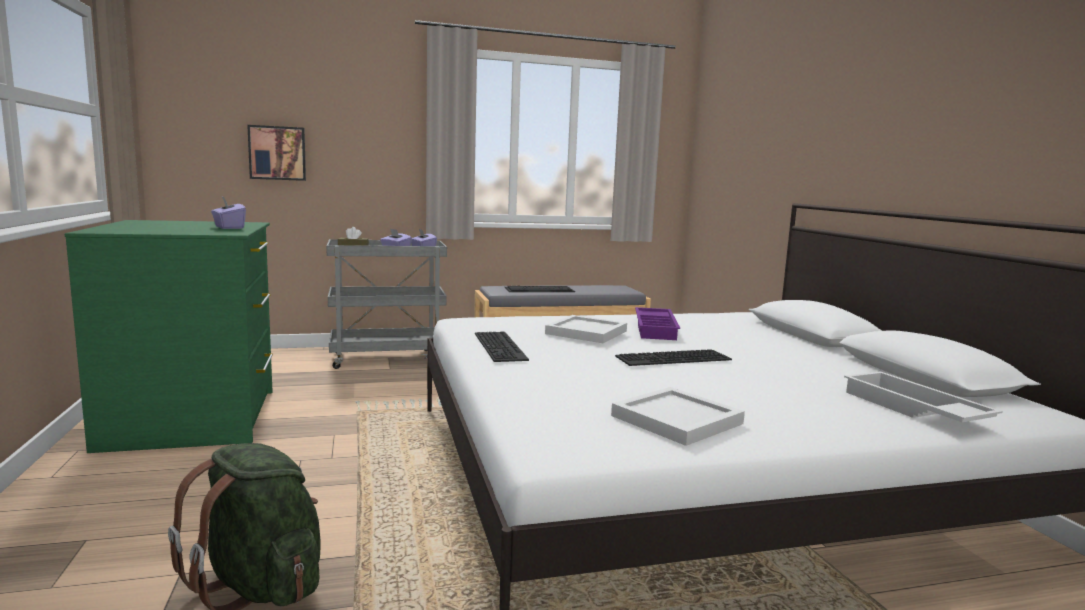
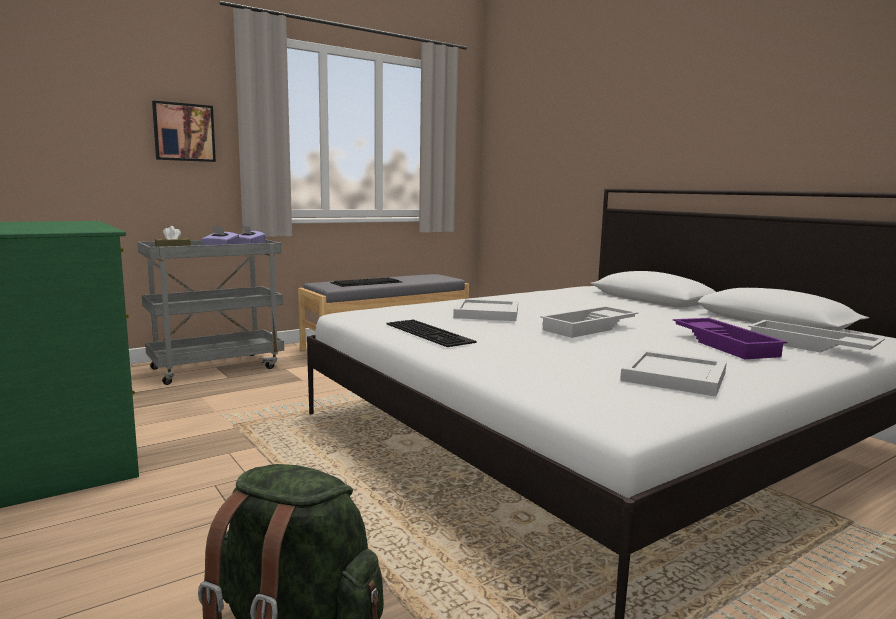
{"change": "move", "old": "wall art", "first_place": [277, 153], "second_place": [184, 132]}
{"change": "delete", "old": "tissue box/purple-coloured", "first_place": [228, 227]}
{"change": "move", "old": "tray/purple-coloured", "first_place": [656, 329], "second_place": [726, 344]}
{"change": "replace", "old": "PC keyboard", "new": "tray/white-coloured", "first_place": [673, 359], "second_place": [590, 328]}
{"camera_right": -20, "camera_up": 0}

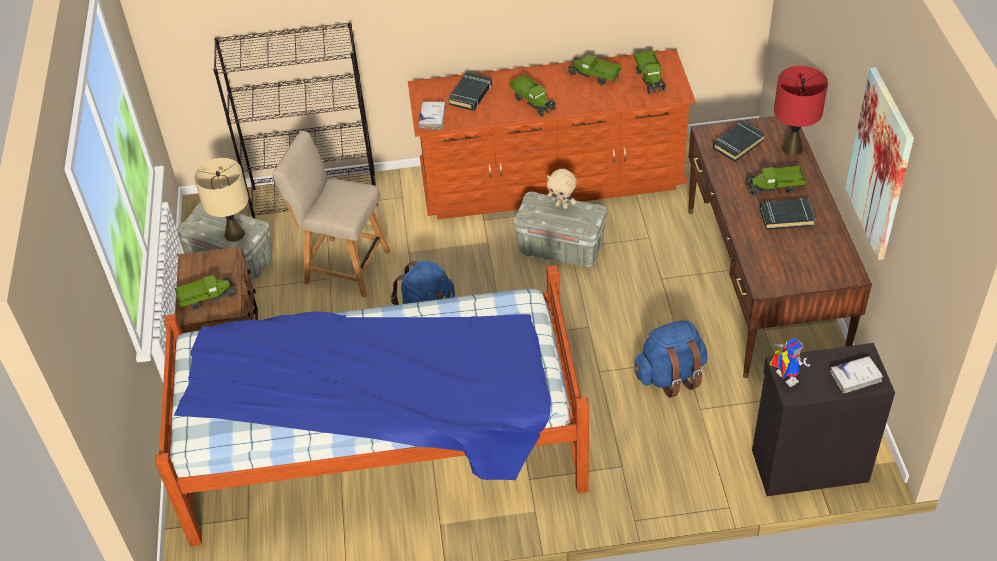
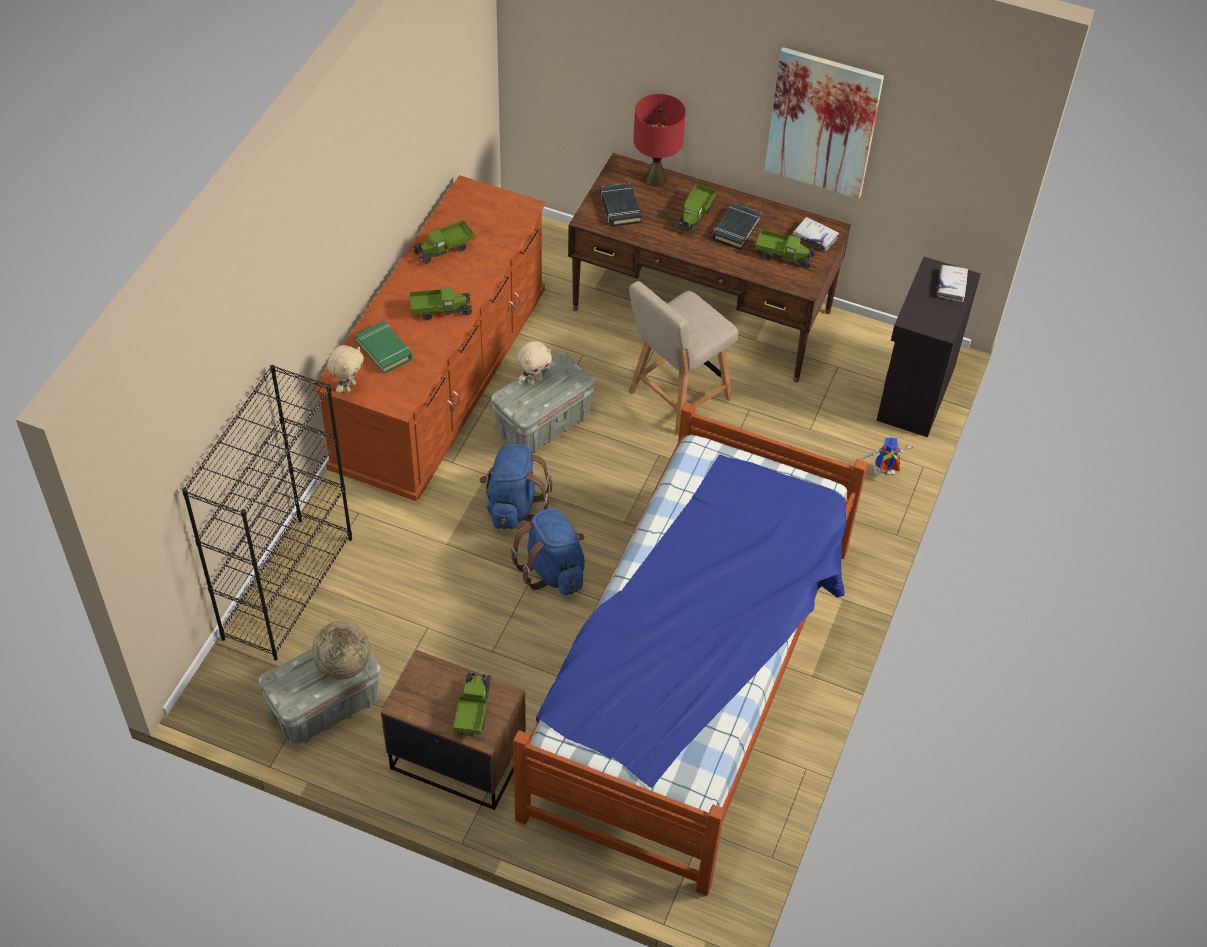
{"change": "move", "old": "toy truck", "first_place": [650, 78], "second_place": [783, 255]}
{"change": "recolor", "old": "book/black-coloured", "new": "book/green", "first_place": [471, 94], "second_place": [384, 350]}
{"change": "move", "old": "book/white-coloured", "first_place": [432, 118], "second_place": [815, 237]}
{"change": "move", "old": "plain chair/sand-coloured", "first_place": [343, 266], "second_place": [676, 398]}
{"change": "replace", "old": "tabletop lamp/sand-coloured", "new": "desk globe", "first_place": [234, 234], "second_place": [343, 665]}
{"change": "move", "old": "backpack/blue", "first_place": [670, 376], "second_place": [513, 506]}
{"change": "move", "old": "model robot", "first_place": [782, 377], "second_place": [882, 474]}
{"change": "insert", "new": "soft toy/sand-coloured", "second_place": [348, 387]}
{"camera_right": -65, "camera_up": 5}

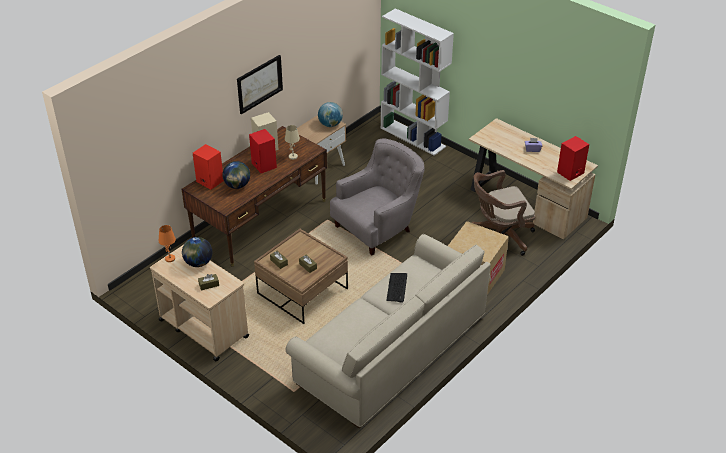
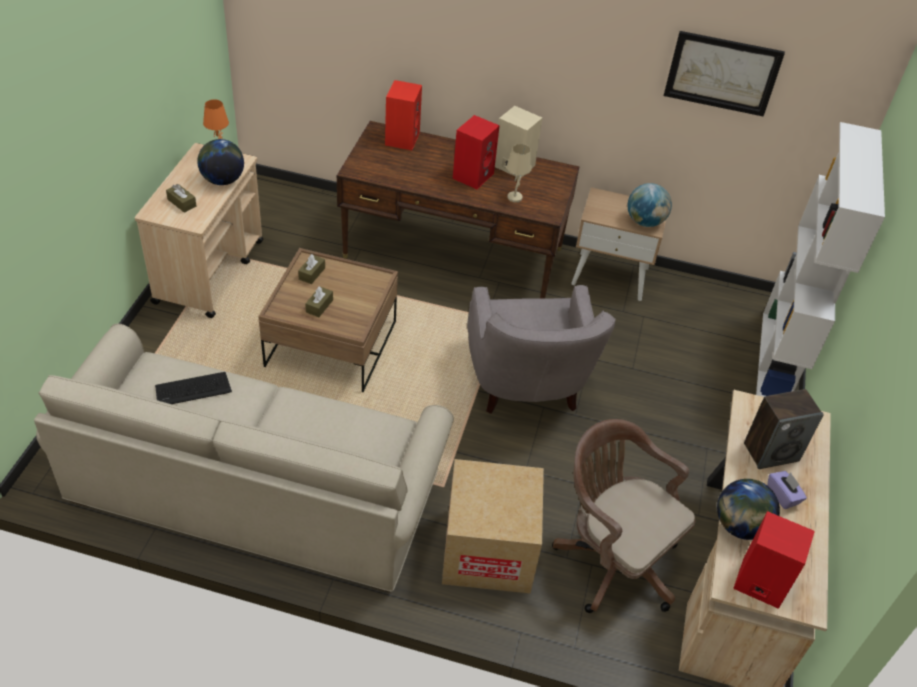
{"change": "move", "old": "wall art", "first_place": [259, 84], "second_place": [722, 73]}
{"change": "rotate", "old": "easy chair/greyish", "first_place": [378, 227], "second_place": [526, 385], "degrees": 60}
{"change": "move", "old": "desk globe", "first_place": [237, 185], "second_place": [739, 526]}
{"change": "move", "old": "PC keyboard", "first_place": [397, 287], "second_place": [193, 390]}
{"change": "insert", "new": "audio speaker", "second_place": [771, 452]}
{"camera_right": 60, "camera_up": 5}

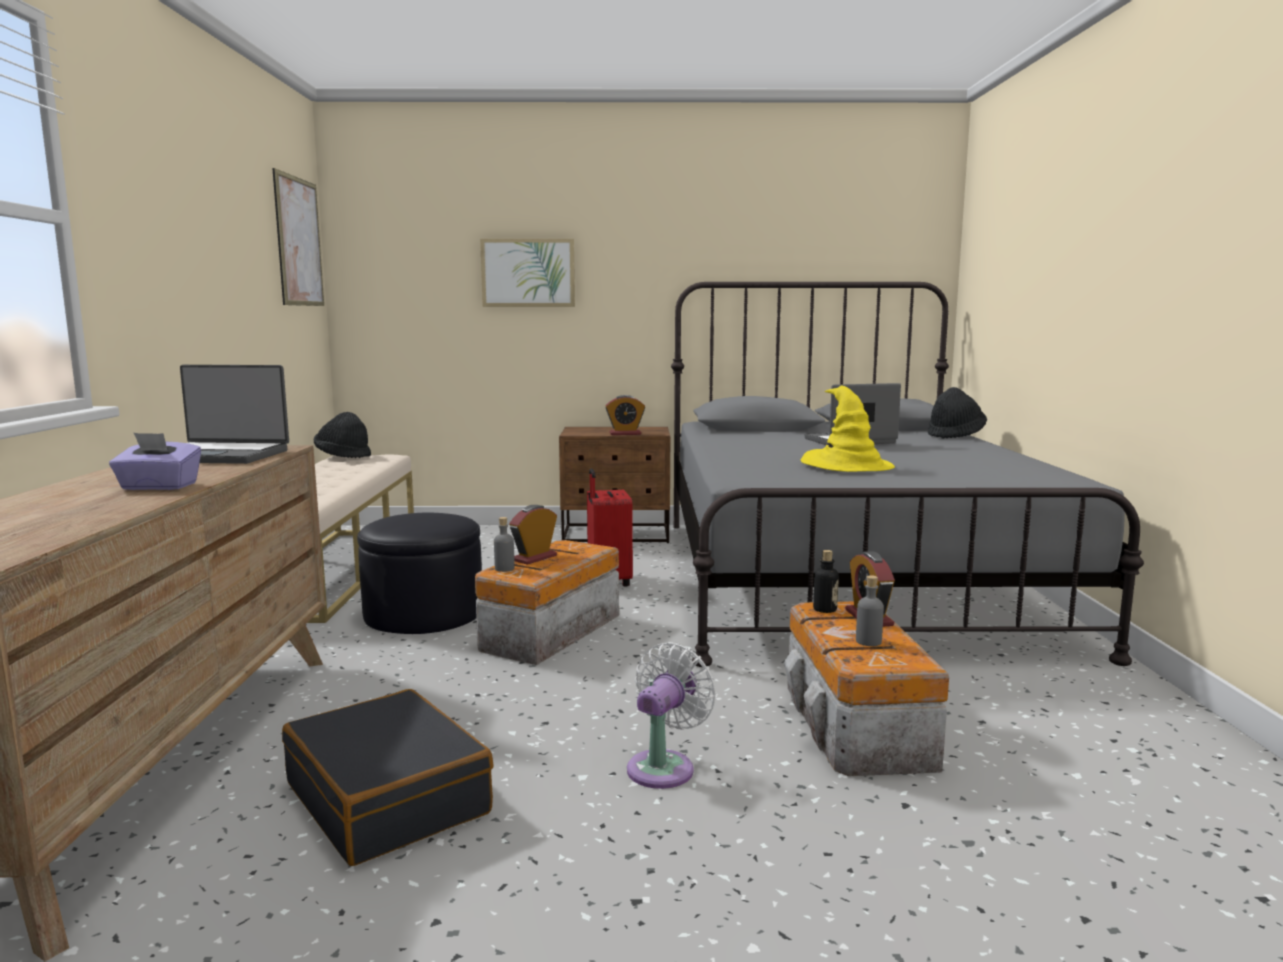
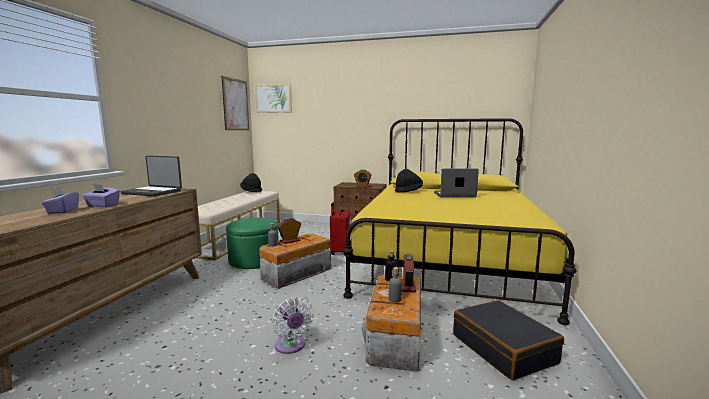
{"change": "move", "old": "wall art", "first_place": [528, 273], "second_place": [273, 98]}
{"change": "recolor", "old": "bedroom bed/greyish", "new": "bedroom bed/yellowish", "first_place": [844, 579], "second_place": [448, 261]}
{"change": "delete", "old": "hat/yellowish", "first_place": [847, 466]}
{"change": "move", "old": "hat/black-coloured", "first_place": [955, 435], "second_place": [408, 191]}
{"change": "recolor", "old": "ottoman/black-coloured", "new": "ottoman/green", "first_place": [423, 614], "second_place": [254, 260]}
{"change": "rotate", "old": "electric fan/white-coloured", "first_place": [664, 766], "second_place": [291, 346], "degrees": 105}
{"change": "move", "old": "piece of luggage/black-coloured", "first_place": [388, 798], "second_place": [503, 348]}
{"change": "insert", "new": "tissue box/purple-coloured", "second_place": [62, 211]}
{"camera_right": 15, "camera_up": 0}

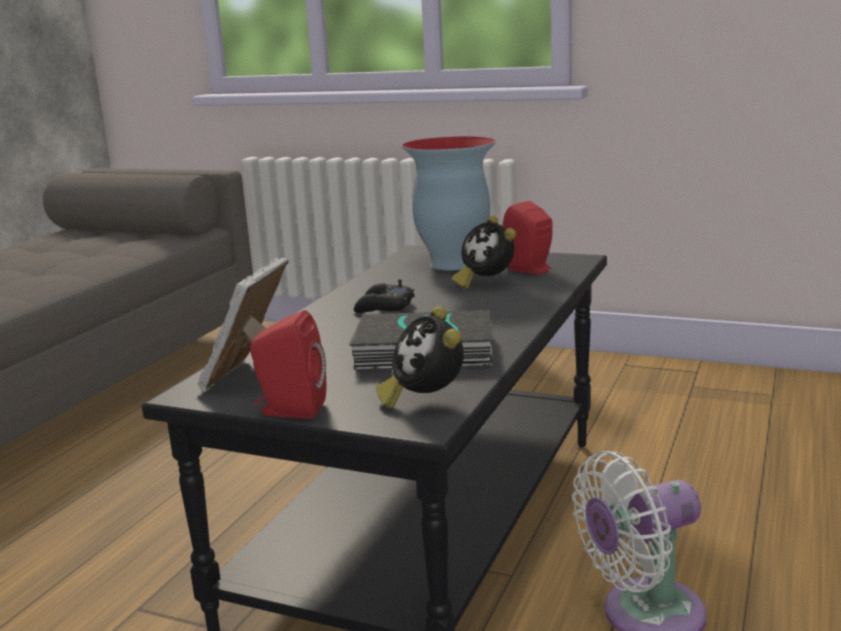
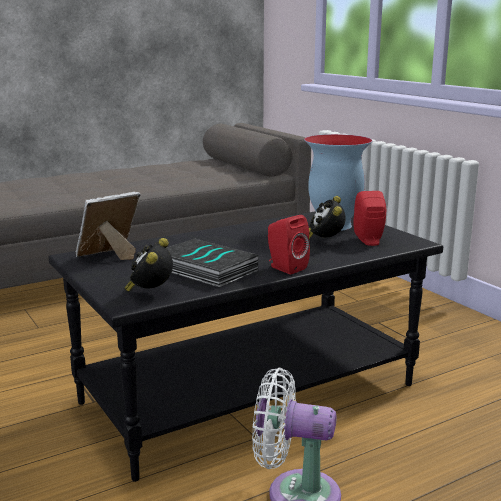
{"change": "delete", "old": "joypad/black-coloured", "first_place": [383, 307]}
{"change": "move", "old": "audio speaker/red-coloured", "first_place": [289, 410], "second_place": [285, 268]}
{"camera_right": 35, "camera_up": 0}

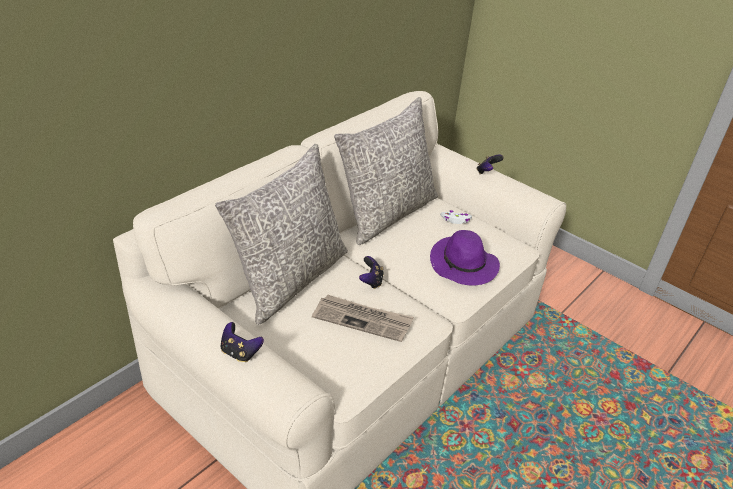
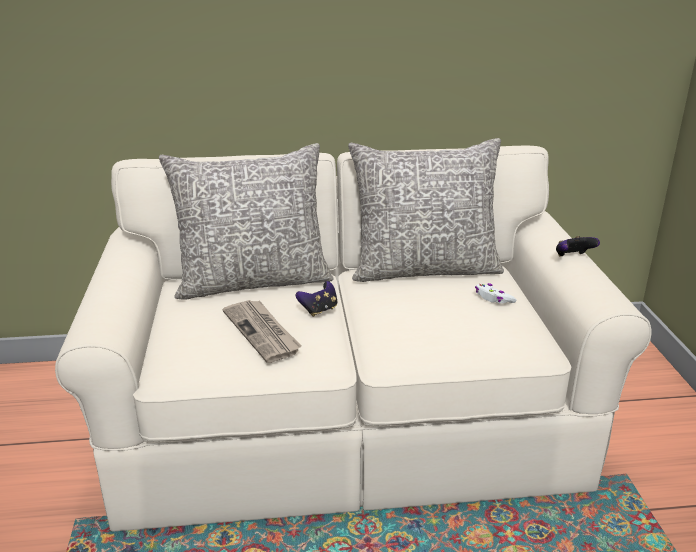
{"change": "delete", "old": "hat/purple-coloured", "first_place": [464, 265]}
{"change": "delete", "old": "joypad", "first_place": [240, 353]}
{"camera_right": 45, "camera_up": -10}

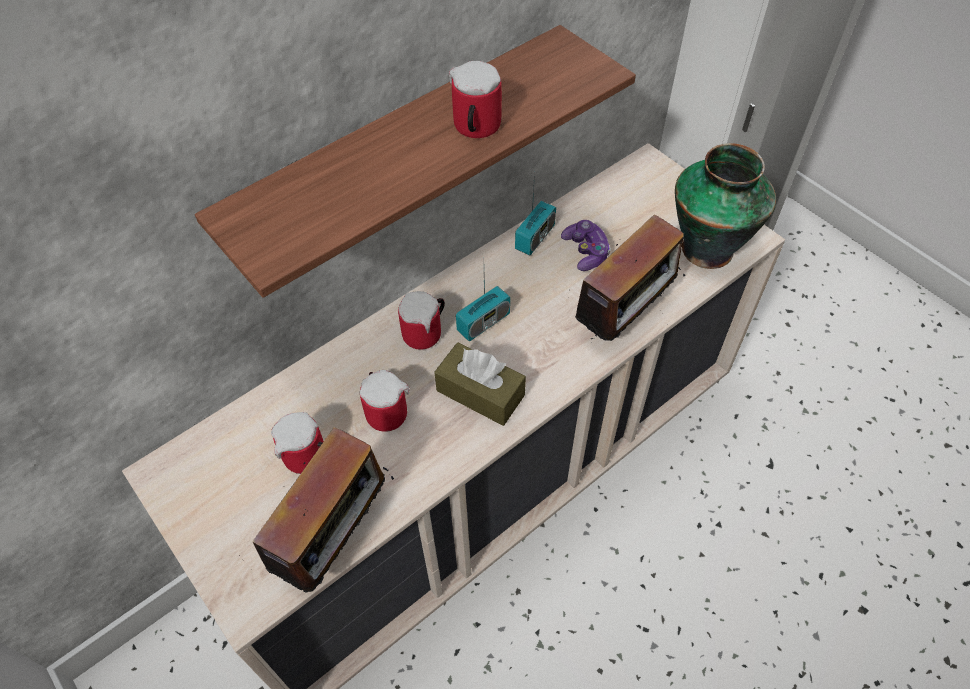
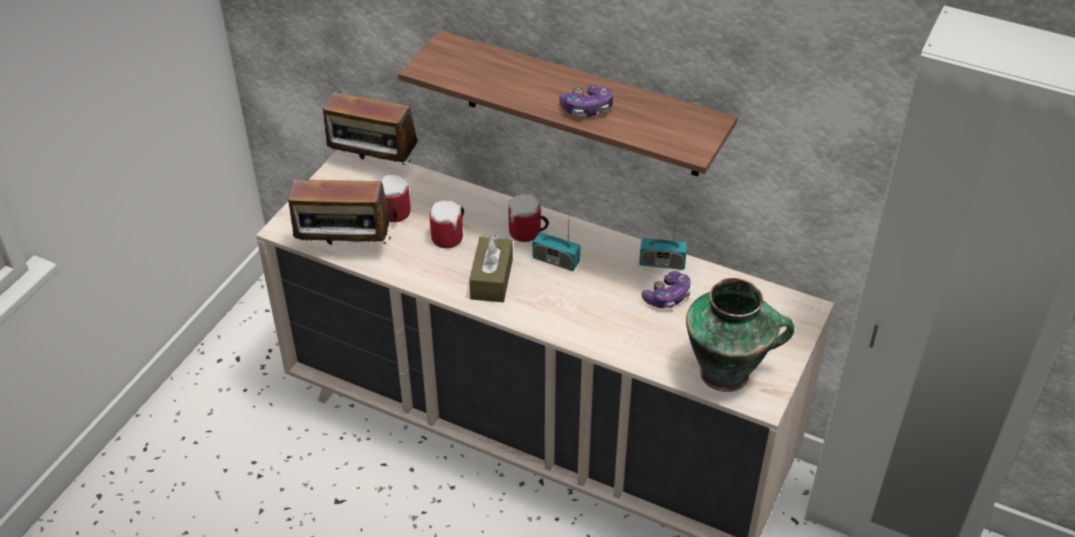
{"change": "replace", "old": "coffee mug", "new": "joypad", "first_place": [474, 128], "second_place": [587, 109]}
{"change": "move", "old": "radio receiver", "first_place": [624, 317], "second_place": [373, 165]}
{"camera_right": 65, "camera_up": -10}

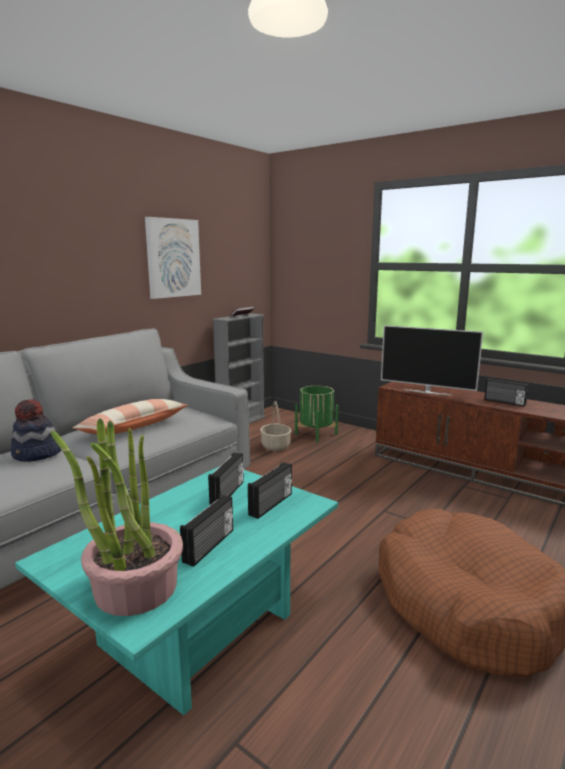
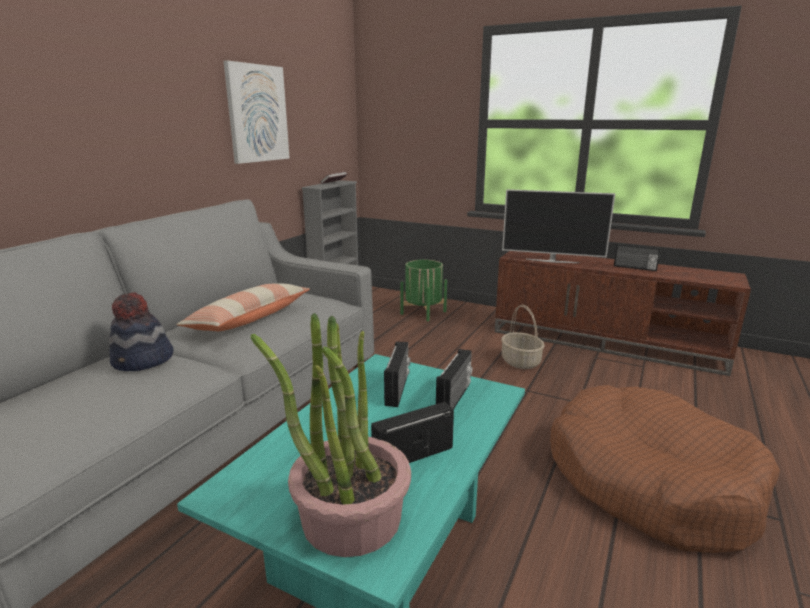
{"change": "move", "old": "household basket", "first_place": [276, 446], "second_place": [521, 362]}
{"change": "rotate", "old": "radio receiver", "first_place": [210, 546], "second_place": [412, 455], "degrees": -135}
{"camera_right": -10, "camera_up": 5}

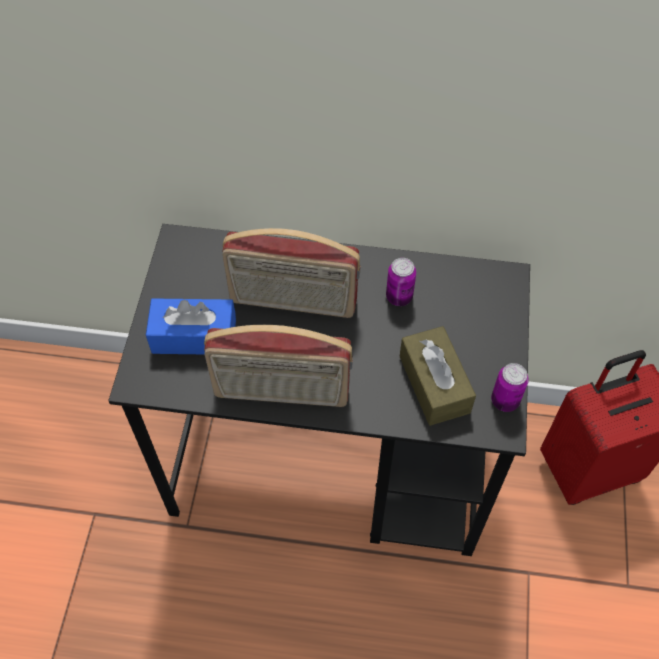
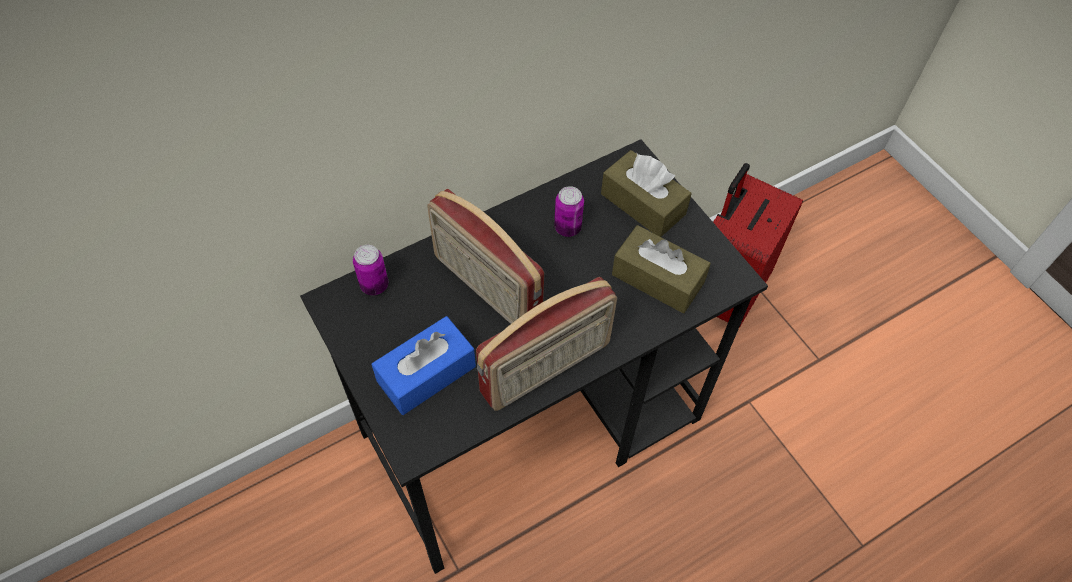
{"change": "rotate", "old": "radio receiver", "first_place": [293, 302], "second_place": [485, 288], "degrees": 75}
{"change": "move", "old": "metal can", "first_place": [505, 400], "second_place": [374, 285]}
{"change": "insert", "new": "tissue box/brownish", "second_place": [643, 204]}
{"camera_right": -40, "camera_up": 0}

